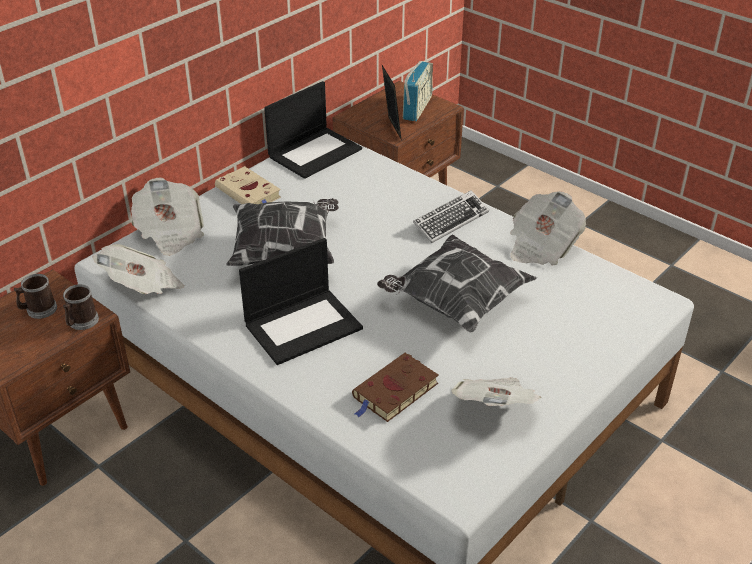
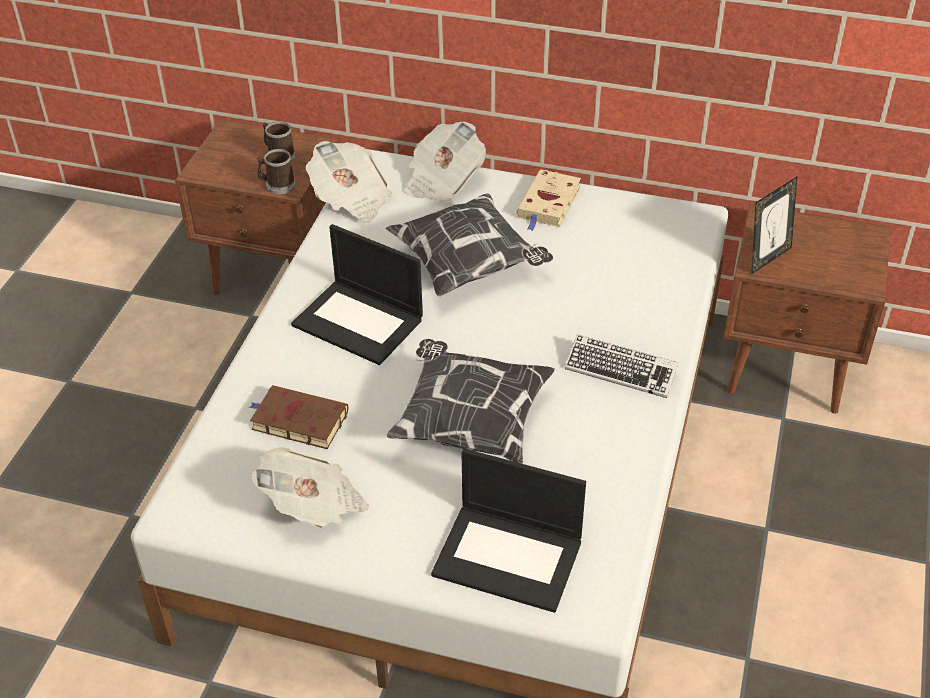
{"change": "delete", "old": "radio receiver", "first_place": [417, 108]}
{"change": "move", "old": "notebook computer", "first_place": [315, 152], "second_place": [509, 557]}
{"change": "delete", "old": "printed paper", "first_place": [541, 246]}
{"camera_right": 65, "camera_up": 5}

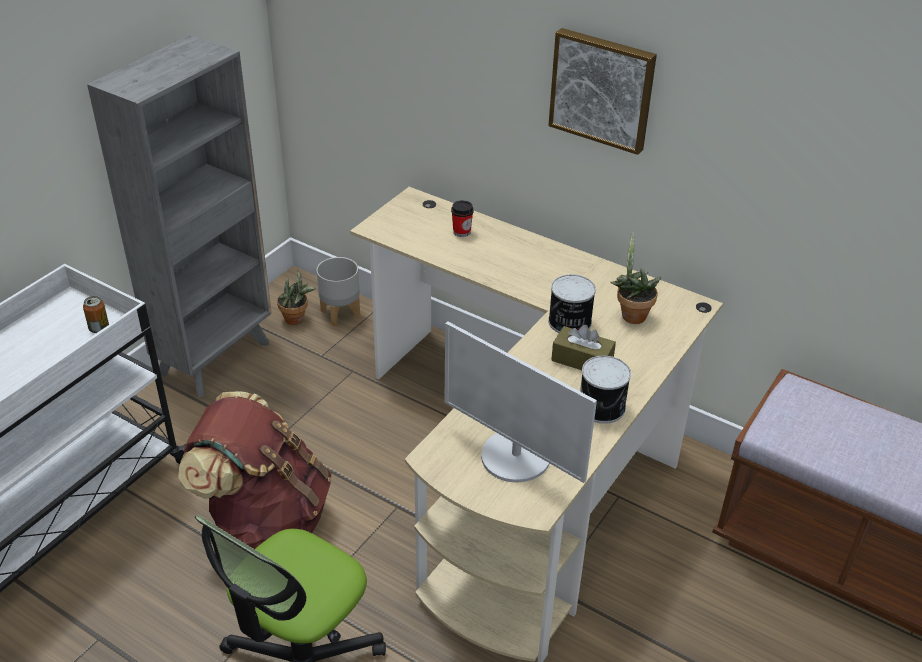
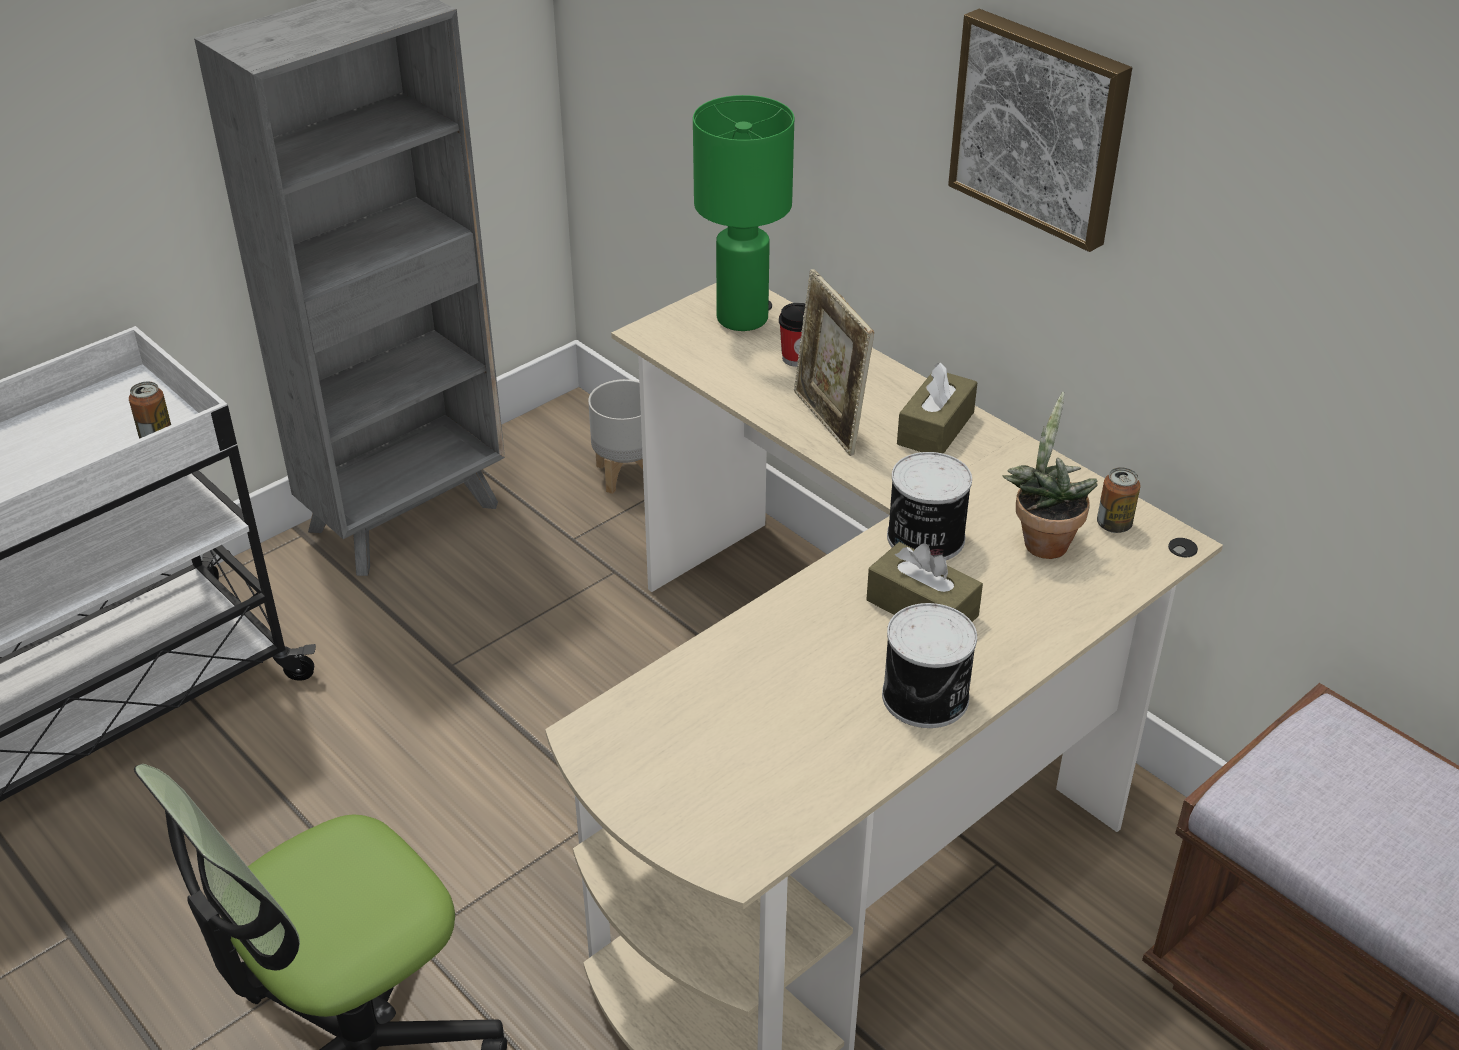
{"change": "delete", "old": "houseplant", "first_place": [297, 319]}
{"change": "delete", "old": "monitor", "first_place": [515, 457]}
{"change": "delete", "old": "backpack/brownish", "first_place": [265, 518]}
{"change": "insert", "new": "tabletop lamp/green", "second_place": [744, 318]}
{"change": "insert", "new": "standing frame", "second_place": [828, 422]}
{"change": "insert", "new": "tissue box/brownish", "second_place": [935, 428]}
{"change": "insert", "new": "metal can", "second_place": [1114, 524]}
{"camera_right": 15, "camera_up": 0}

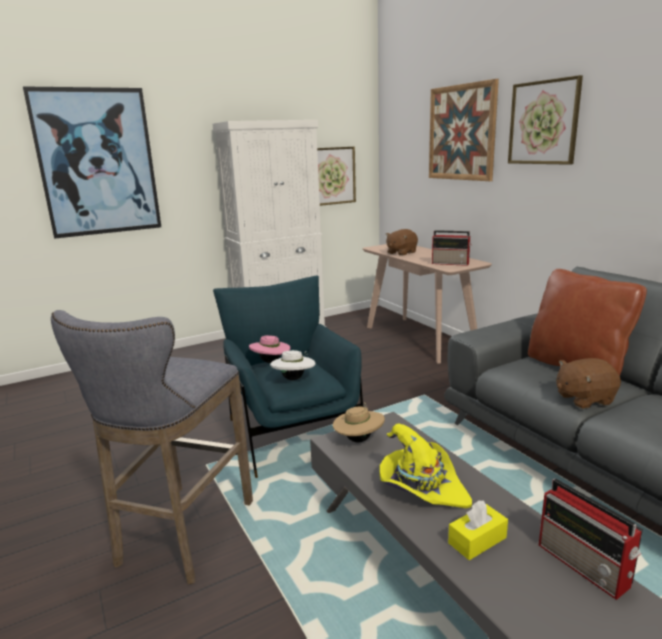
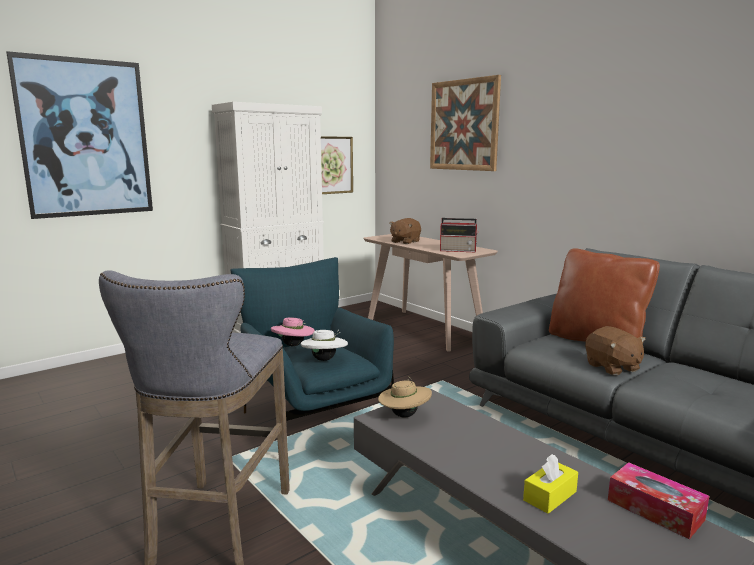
{"change": "delete", "old": "wall art", "first_place": [543, 123]}
{"change": "rotate", "old": "soft toy/brownish", "first_place": [583, 399], "second_place": [612, 367], "degrees": -90}
{"change": "delete", "old": "hat/yellowish", "first_place": [422, 487]}
{"change": "replace", "old": "radio receiver", "new": "tissue box", "first_place": [585, 566], "second_place": [655, 510]}
{"camera_right": -10, "camera_up": -5}

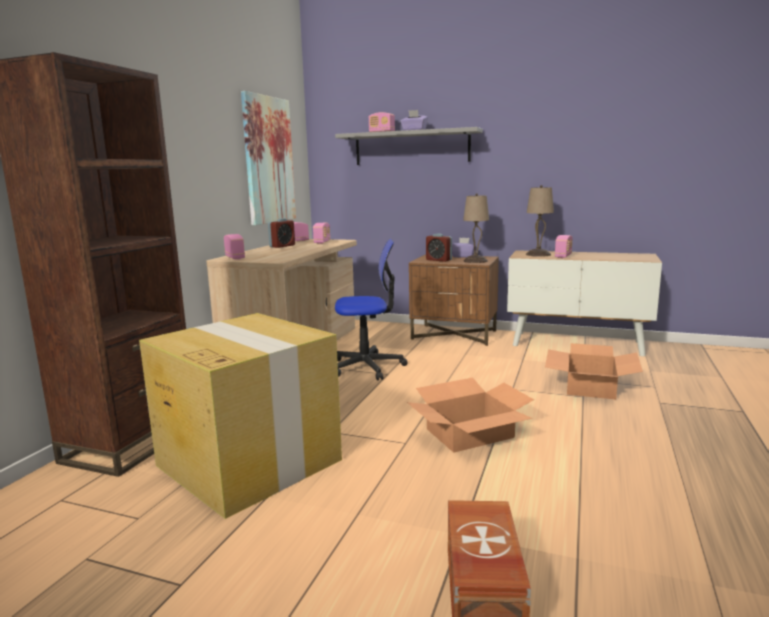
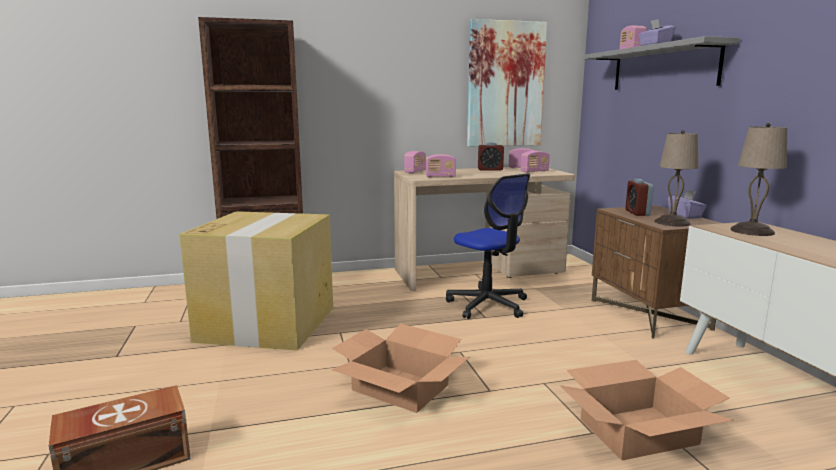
{"change": "move", "old": "radio receiver", "first_place": [563, 256], "second_place": [440, 177]}
{"camera_right": 55, "camera_up": 0}

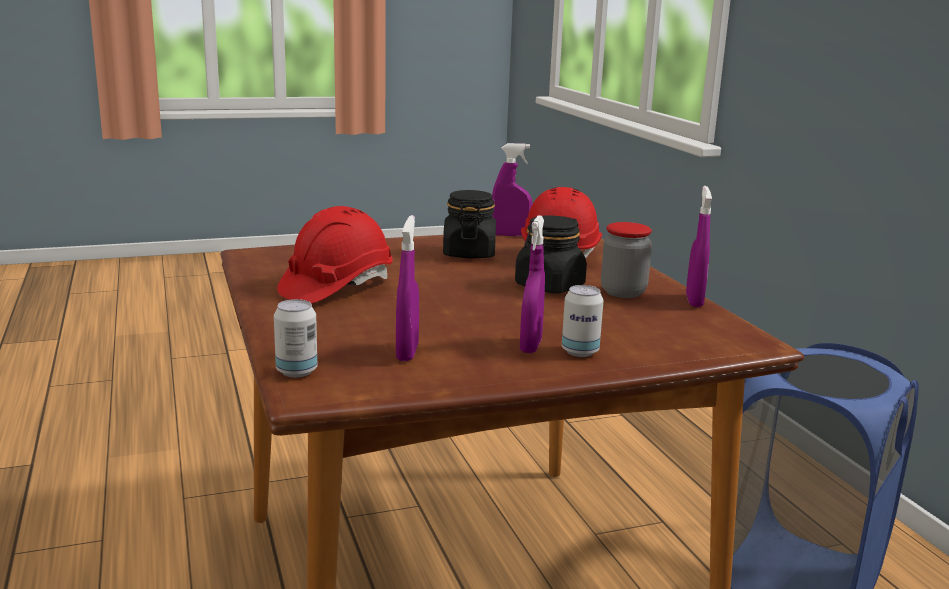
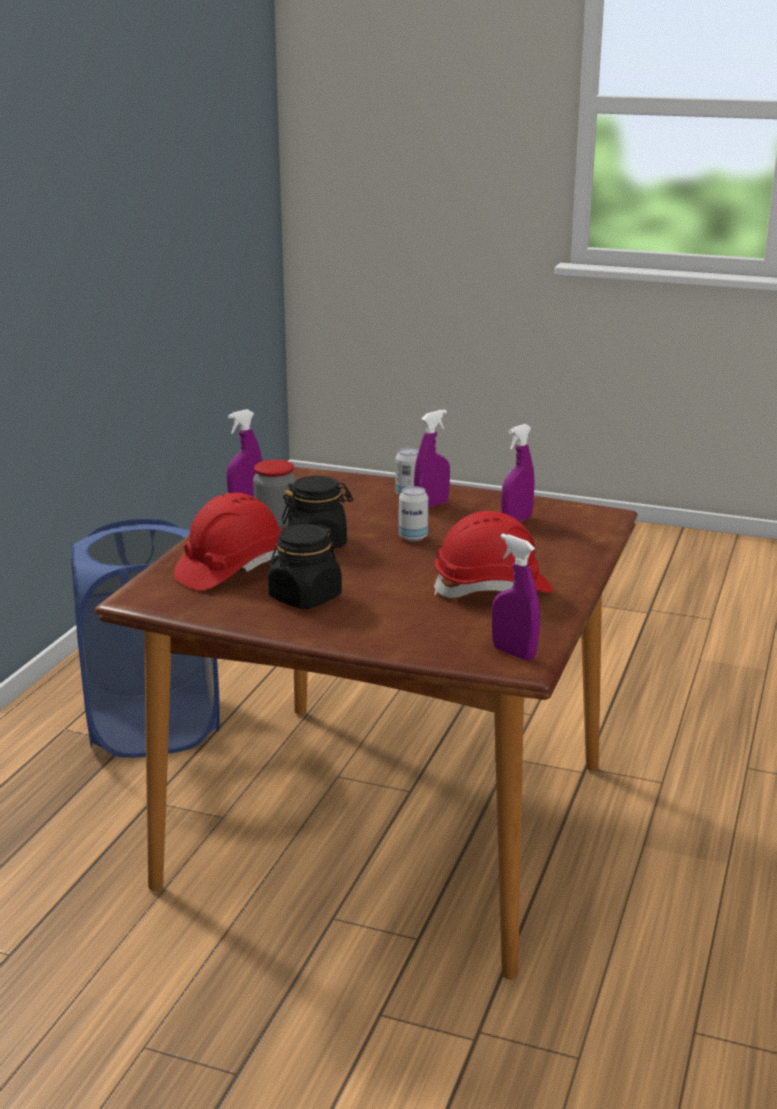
{"change": "move", "old": "sprayer/purple-coloured", "first_place": [510, 235], "second_place": [513, 653]}
{"change": "move", "old": "metal can", "first_place": [296, 371], "second_place": [413, 537]}
{"camera_right": -140, "camera_up": 5}

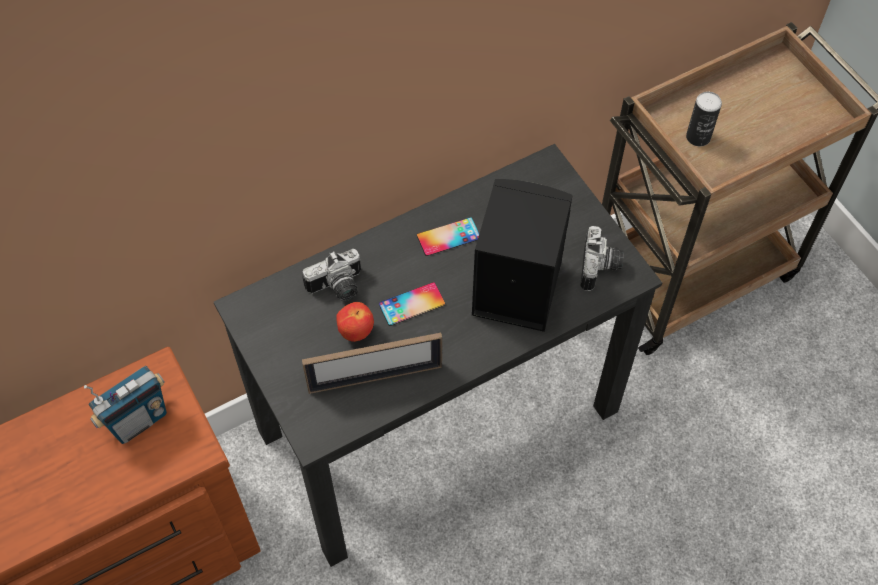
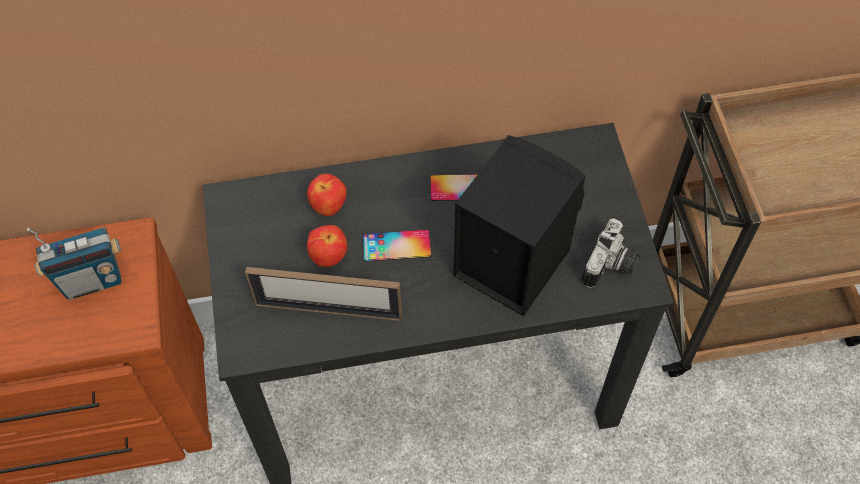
{"change": "delete", "old": "metal can", "first_place": [698, 137]}
{"change": "replace", "old": "still camera", "new": "whole apple", "first_place": [338, 288], "second_place": [329, 207]}
{"camera_right": 20, "camera_up": 0}

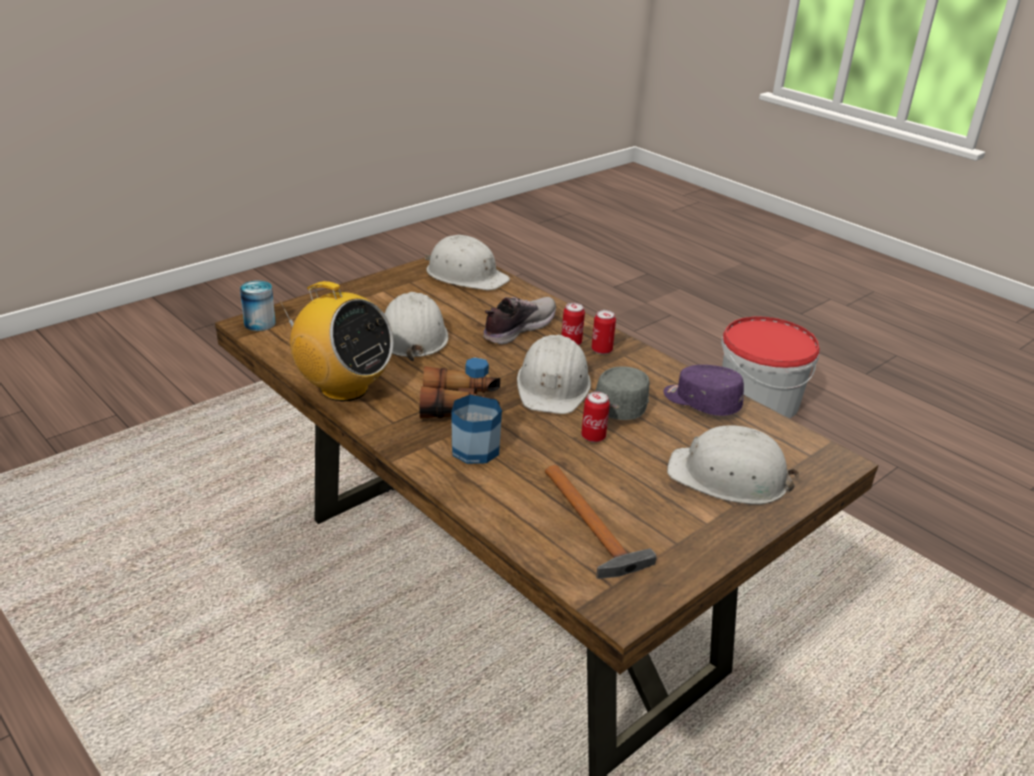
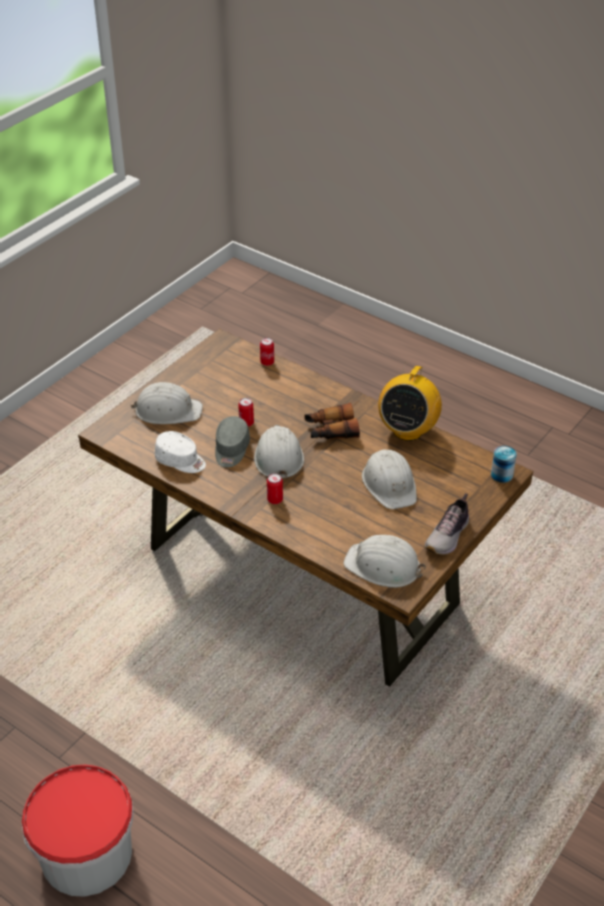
{"change": "rotate", "old": "radio receiver", "first_place": [343, 388], "second_place": [407, 430], "degrees": -90}
{"change": "move", "old": "shoe", "first_place": [517, 329], "second_place": [448, 536]}
{"change": "move", "old": "metal can", "first_place": [601, 350], "second_place": [267, 362]}
{"change": "delete", "old": "beverage bottle", "first_place": [475, 449]}
{"change": "recolor", "old": "peaked cap/purple-coloured", "new": "peaked cap/white-coloured", "first_place": [701, 402], "second_place": [180, 461]}
{"change": "delete", "old": "tool hammer", "first_place": [591, 526]}
{"camera_right": 170, "camera_up": 10}

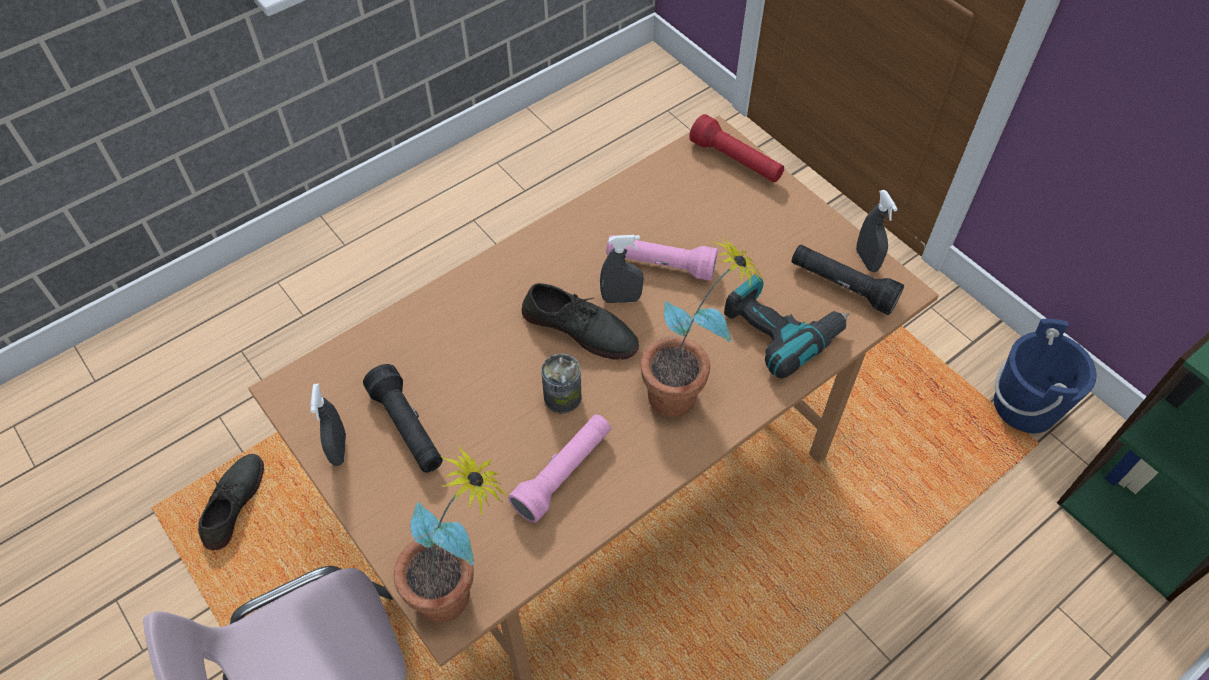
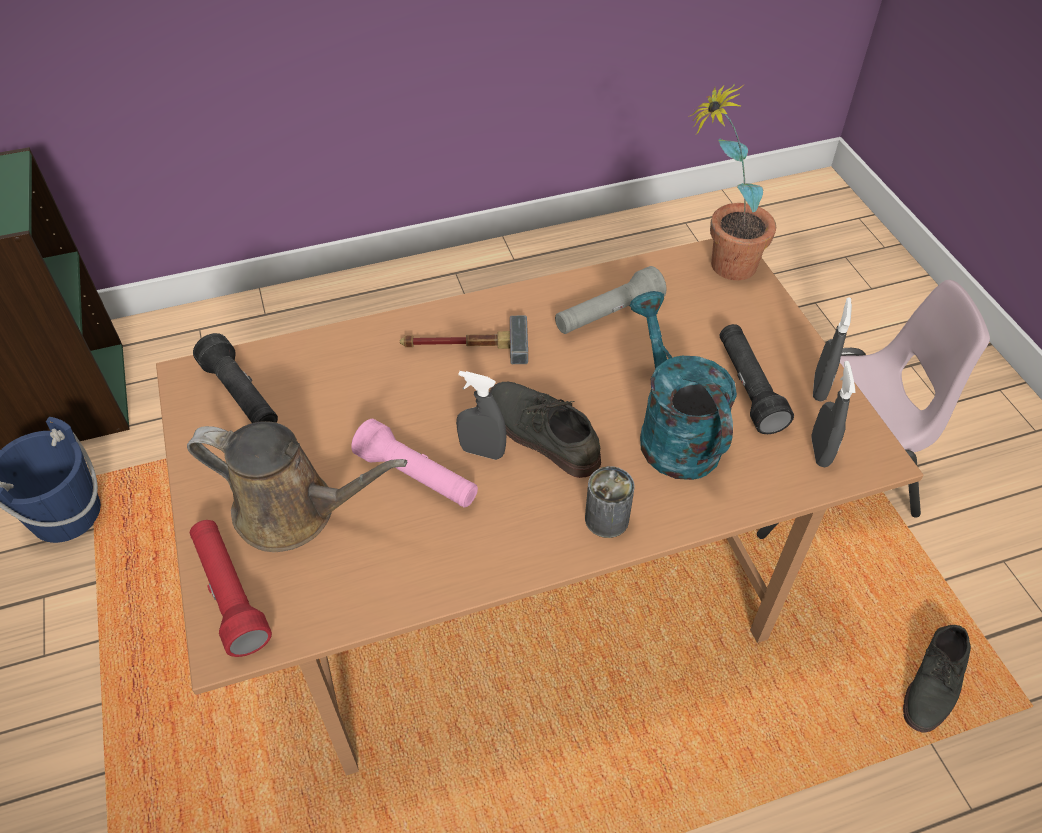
{"change": "move", "old": "sprayer/greyish", "first_place": [867, 260], "second_place": [820, 451]}
{"change": "replace", "old": "houseplant", "new": "tool hammer", "first_place": [687, 391], "second_place": [464, 346]}
{"change": "delete", "old": "power drill", "first_place": [780, 329]}
{"change": "move", "old": "metal can", "first_place": [562, 397], "second_place": [606, 519]}
{"change": "recolor", "old": "flashlight/pinkish", "new": "flashlight/greyish", "first_place": [564, 473], "second_place": [608, 315]}
{"change": "insert", "new": "watering pot/turquoise", "second_place": [672, 431]}
{"change": "insert", "new": "watering pot/brownish", "second_place": [294, 511]}
{"camera_right": -160, "camera_up": -5}

